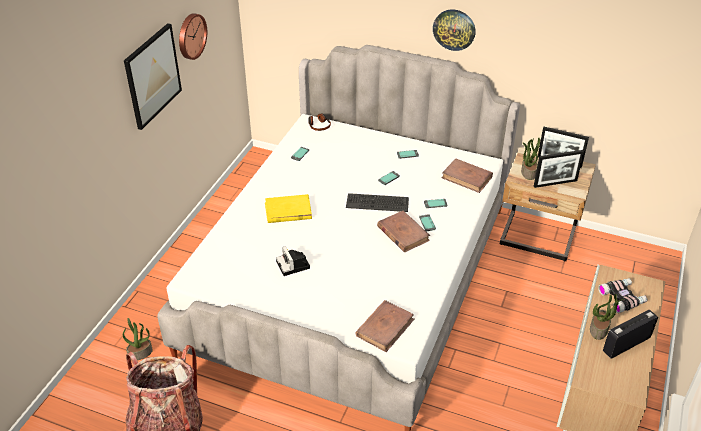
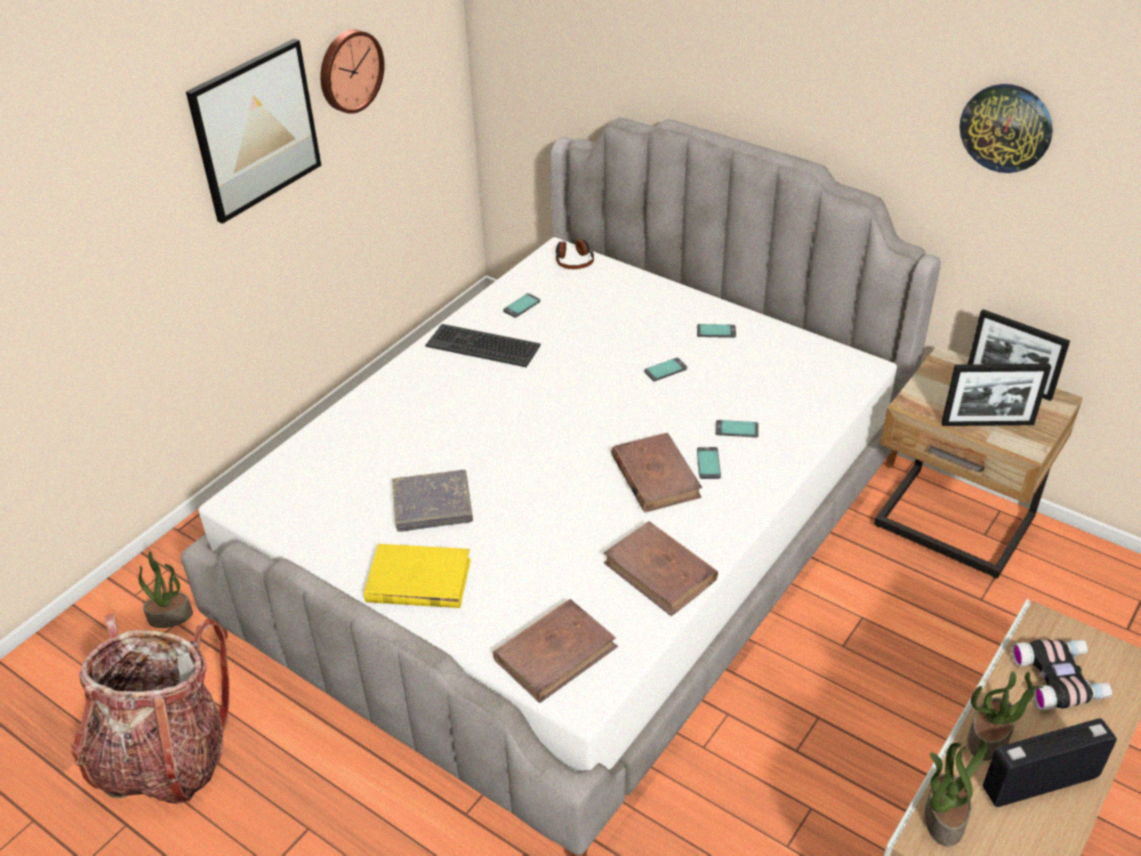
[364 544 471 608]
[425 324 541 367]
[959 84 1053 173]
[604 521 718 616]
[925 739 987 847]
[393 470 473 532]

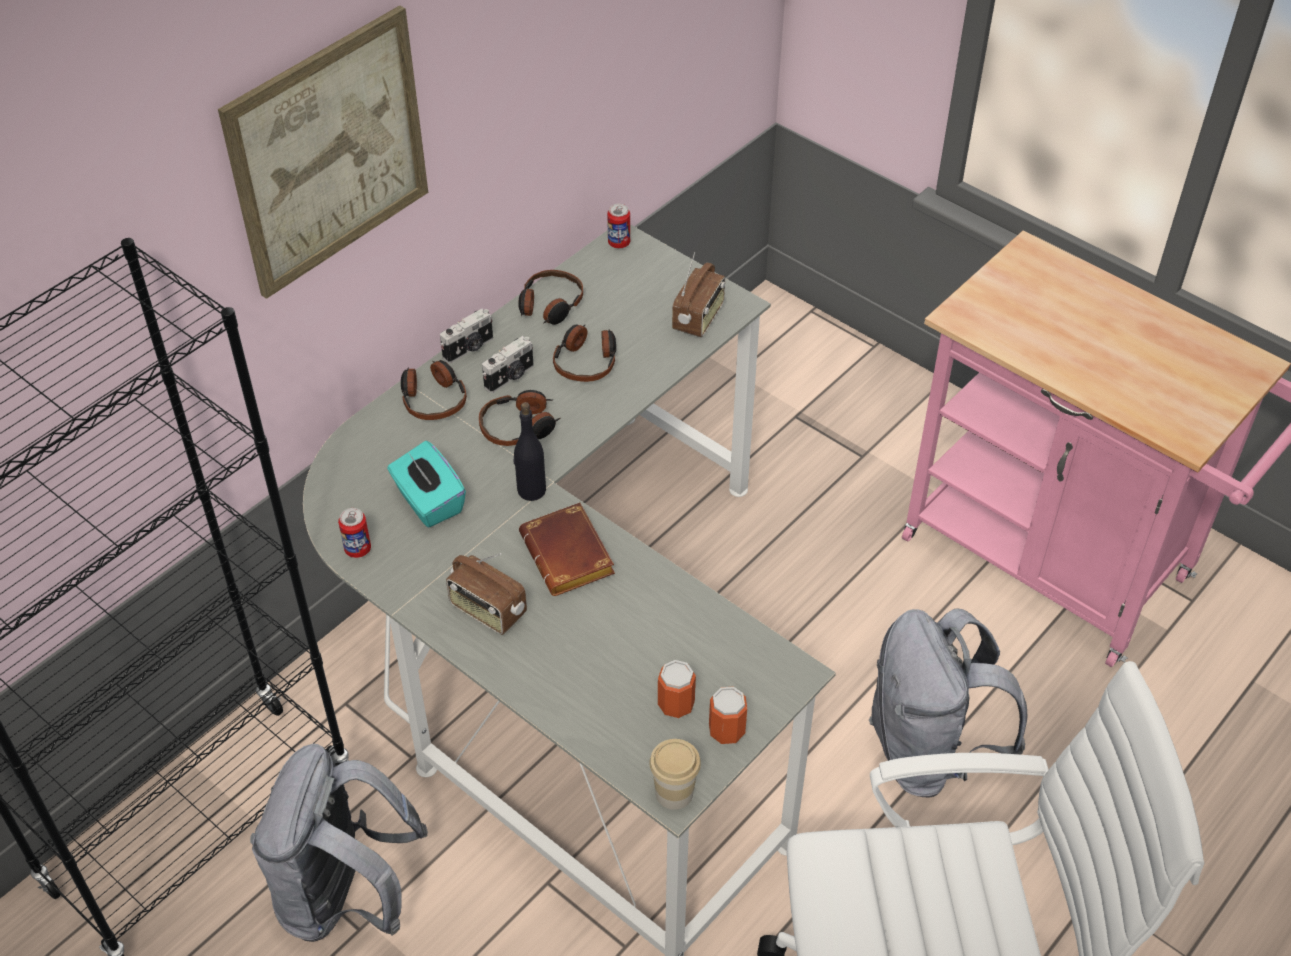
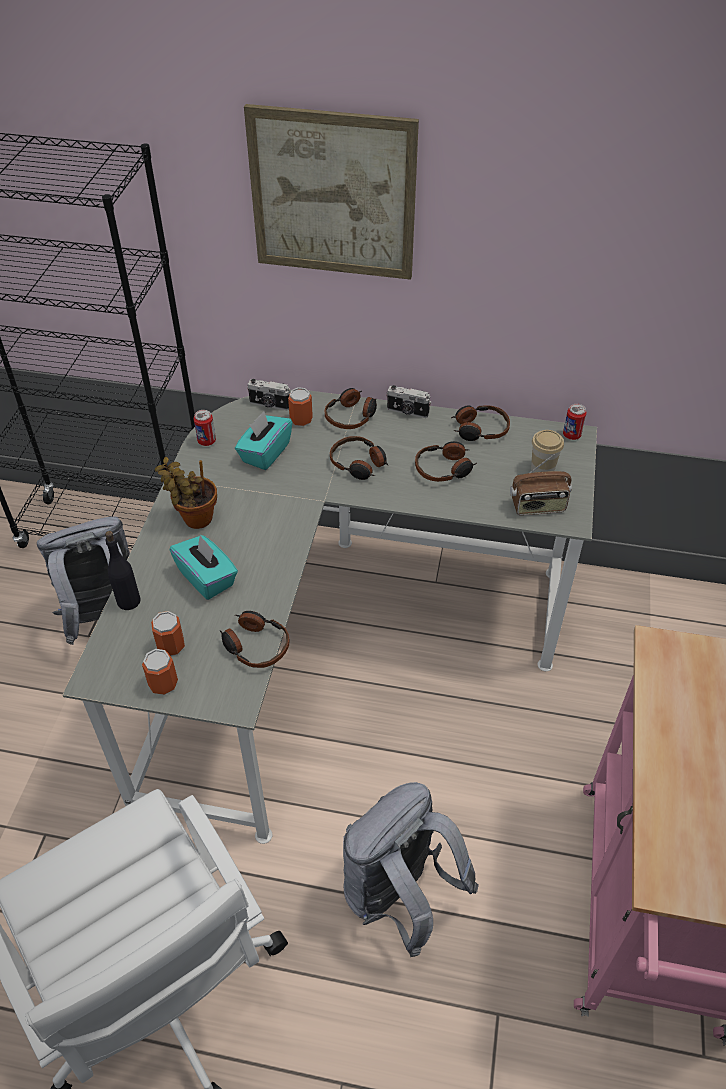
[519 502 615 596] (first image)
[170 535 238 600]
[220 611 290 668]
[288 387 313 427]
[247 379 290 410]
[105 531 141 610]
[531 430 564 473]
[155 457 217 529]

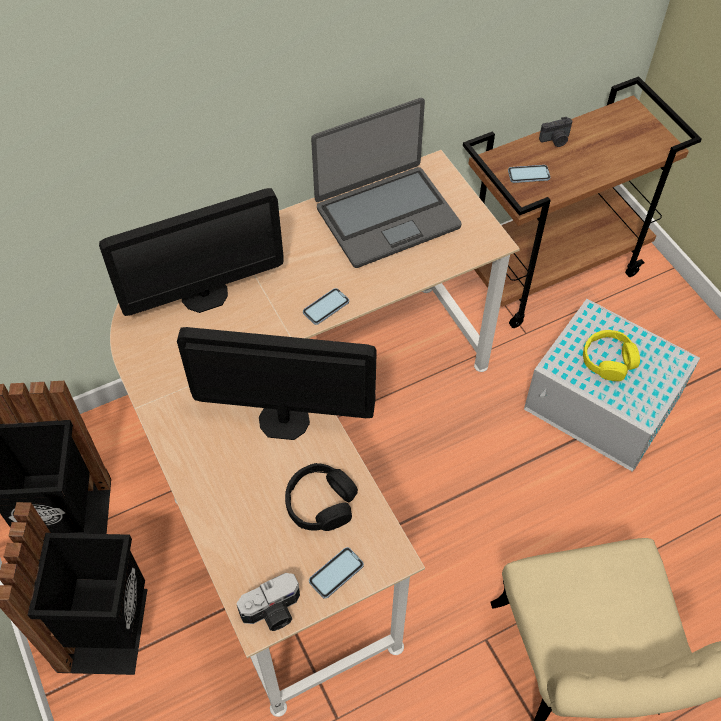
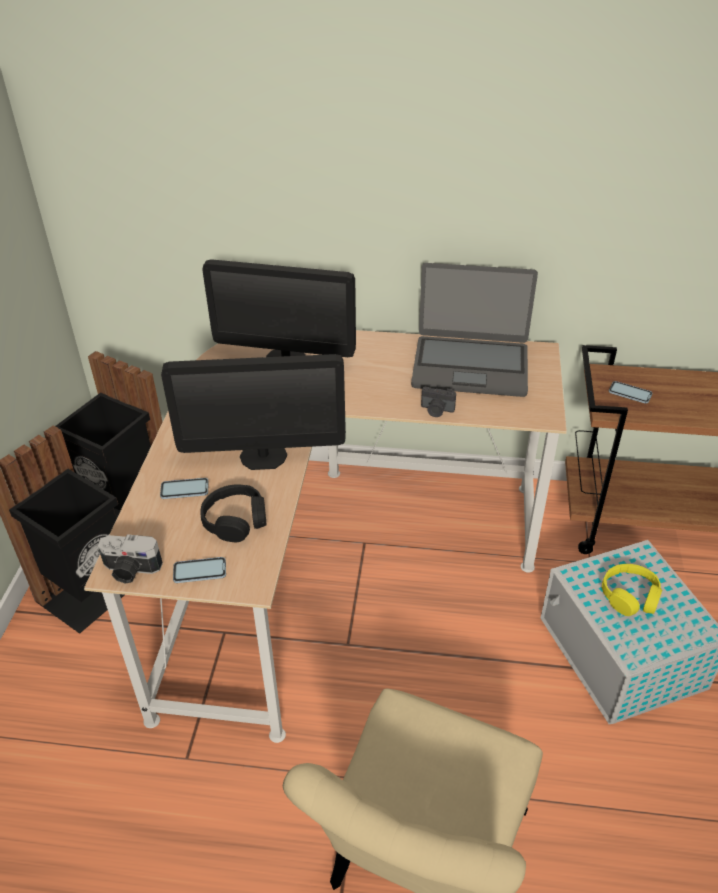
[160 478 208 499]
[421 387 456 417]
[161 354 346 470]

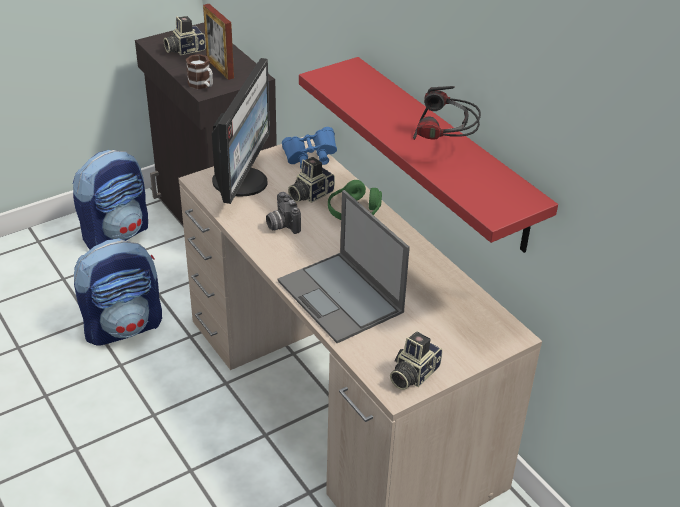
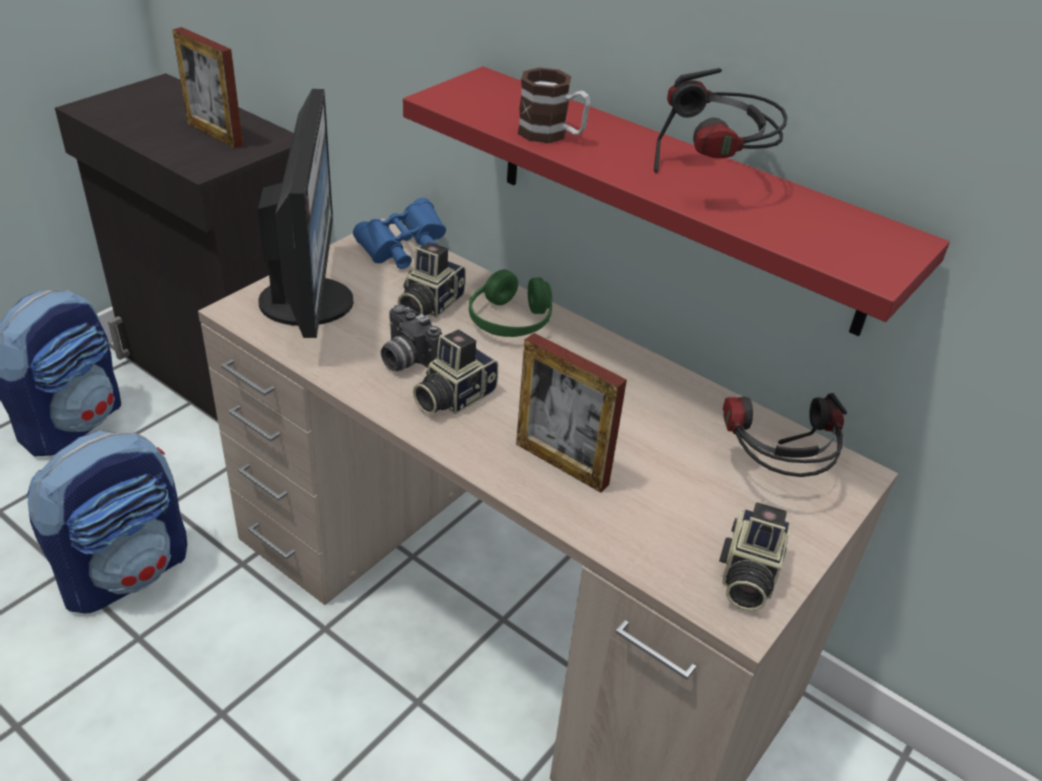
[723 393 847 477]
[413 330 498 415]
[518 67 590 143]
[516 333 627 493]

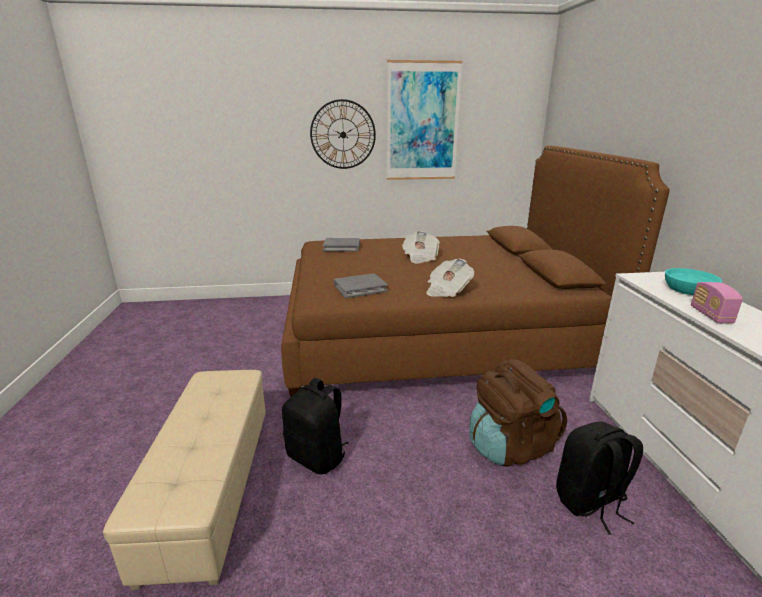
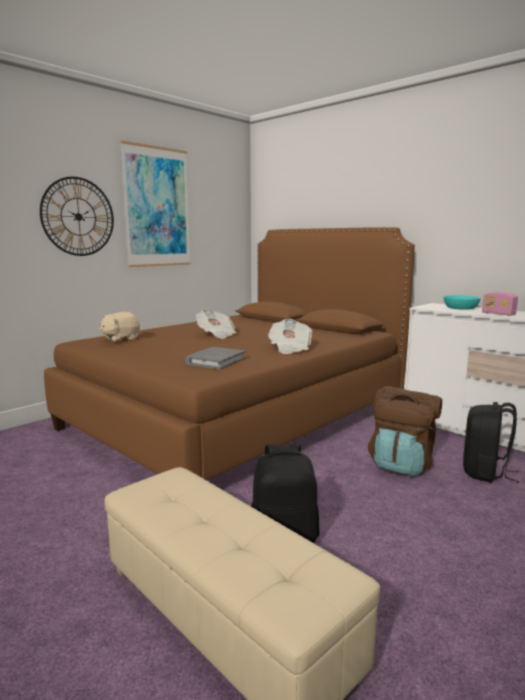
[99 312 140 342]

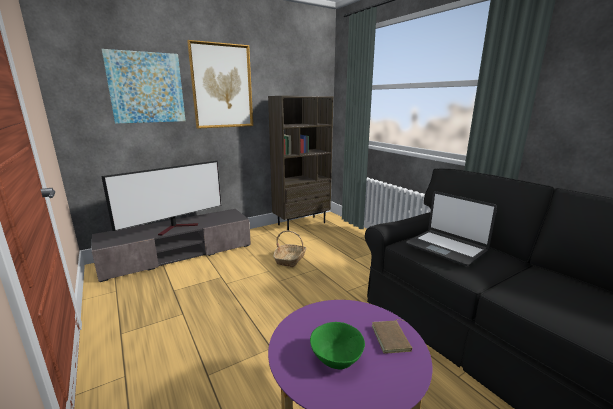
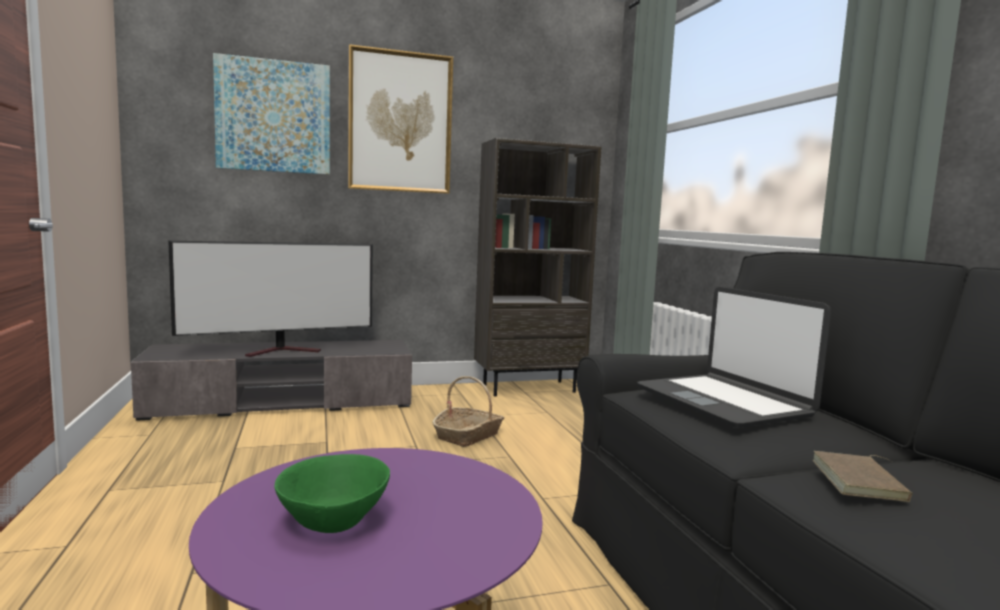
[813 451 913 502]

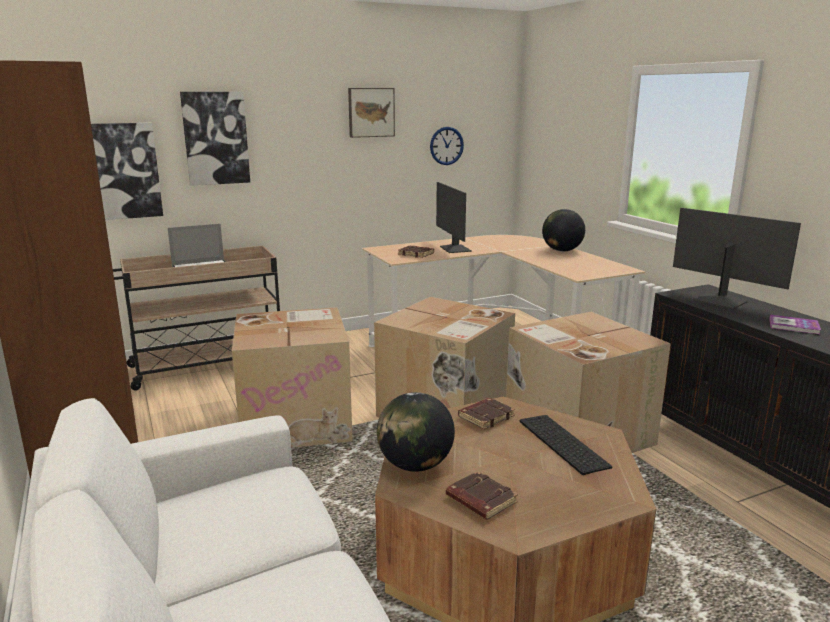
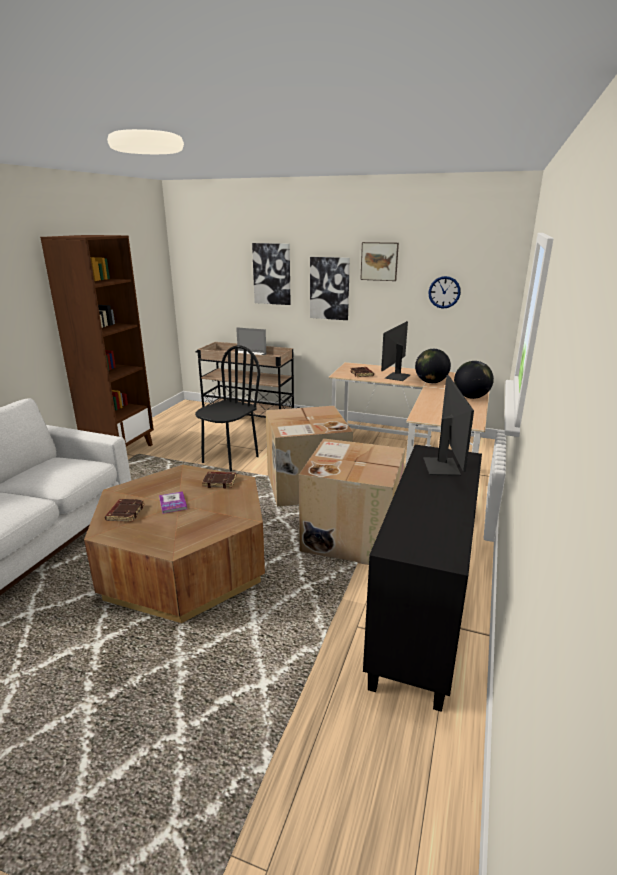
[520 415 612 475] (first image)
[310 257 350 320]
[415 349 451 383]
[159 491 187 514]
[195 345 260 471]

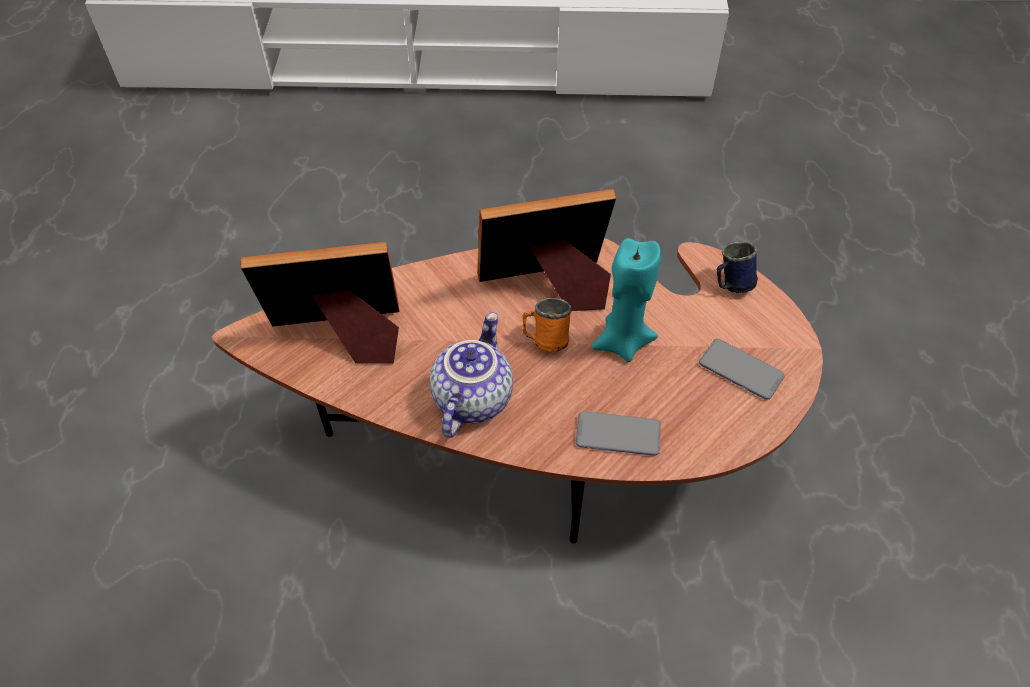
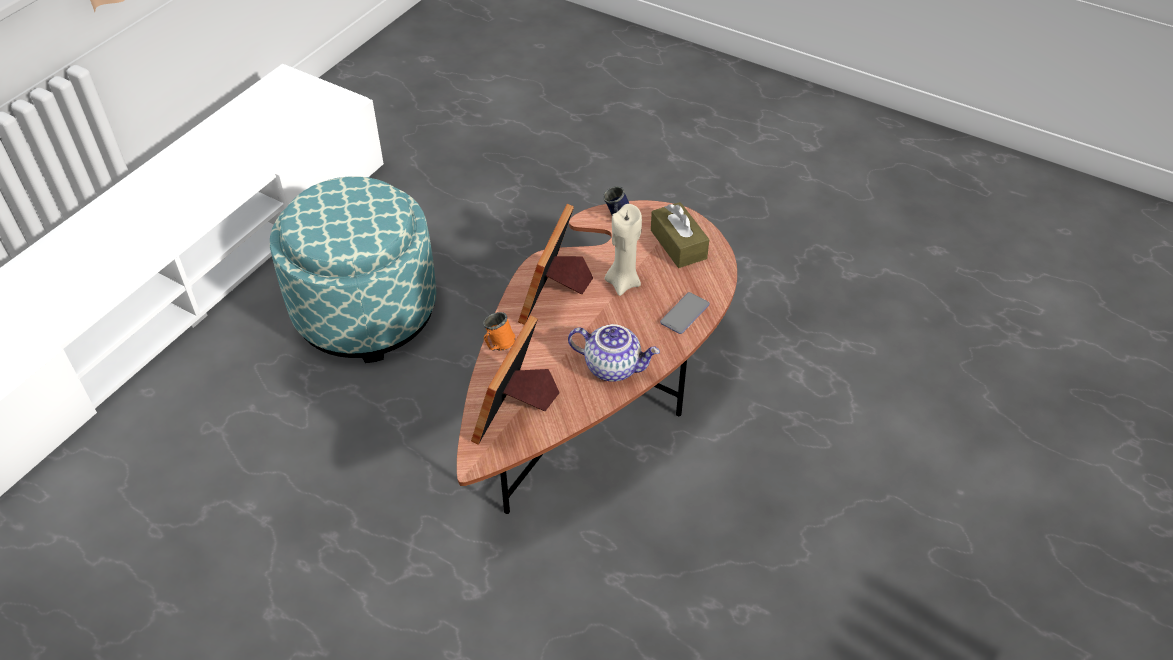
[270 176 436 363]
[483 312 516 351]
[651 202 709 268]
[604 204 642 296]
[568 324 660 382]

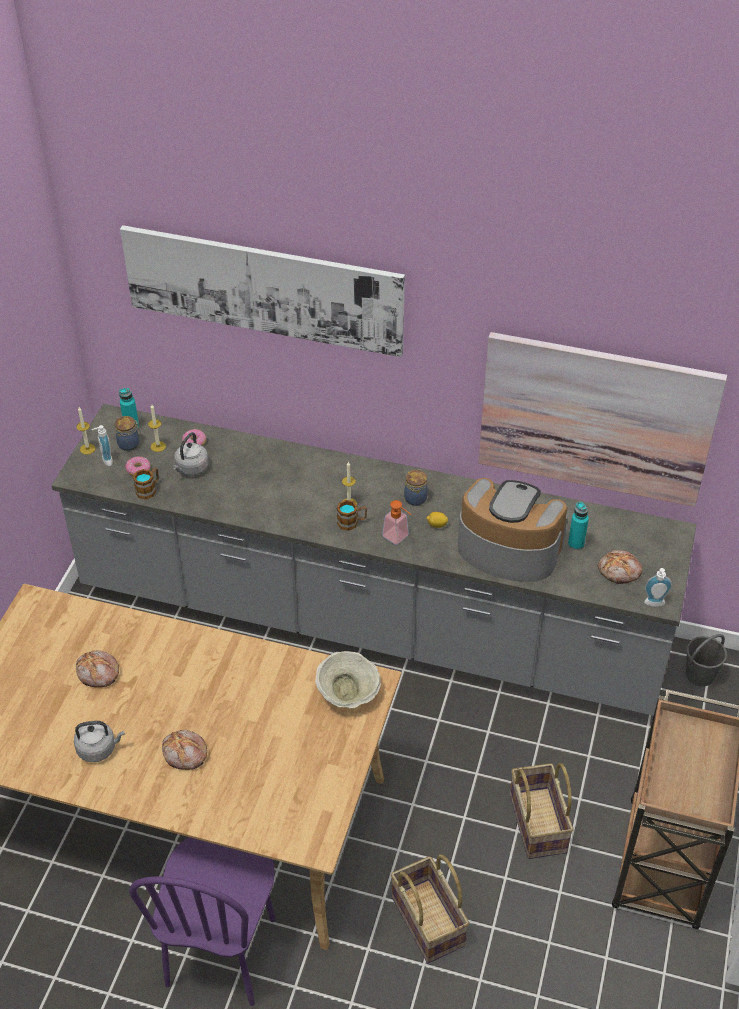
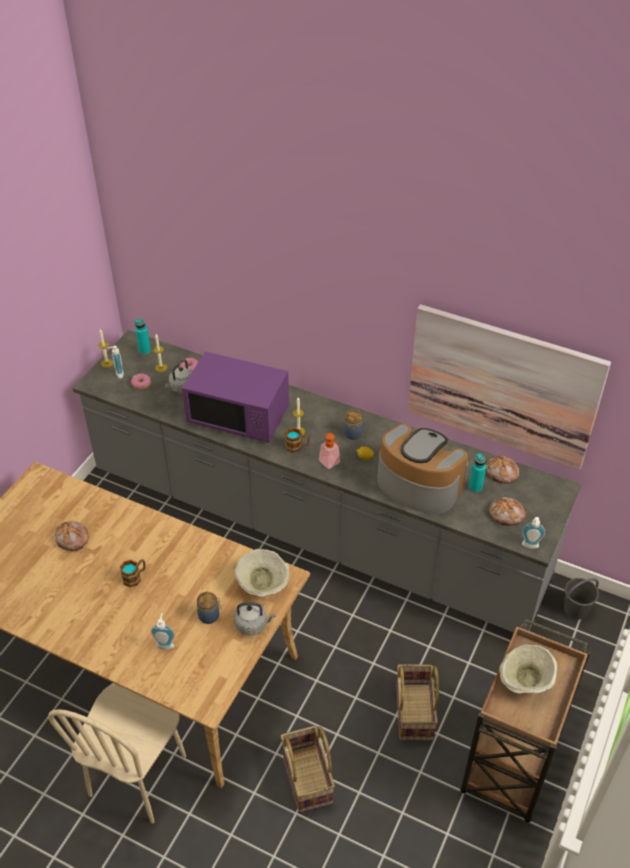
[120 225 405 357] (first image)
[151 613 175 650]
[182 351 289 443]
[499 645 557 693]
[234 602 276 636]
[197 592 222 624]
[120 559 146 587]
[486 456 519 484]
[48 683 186 823]

